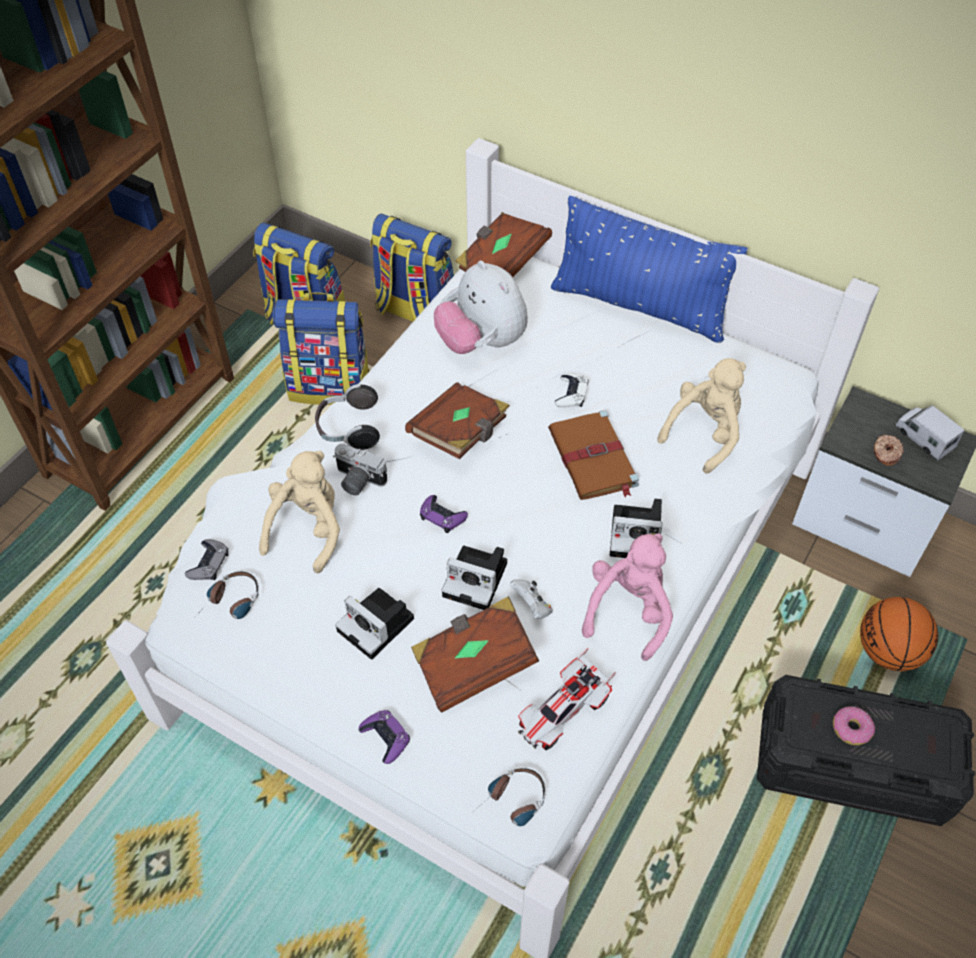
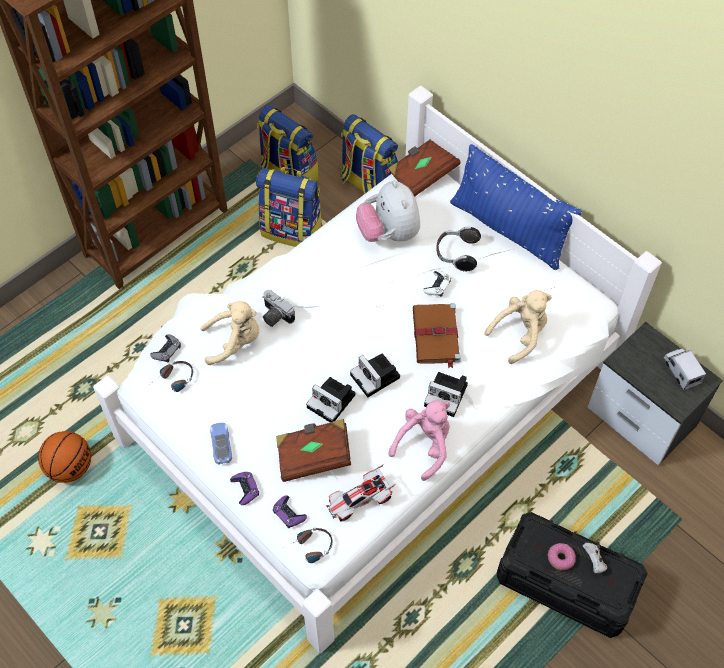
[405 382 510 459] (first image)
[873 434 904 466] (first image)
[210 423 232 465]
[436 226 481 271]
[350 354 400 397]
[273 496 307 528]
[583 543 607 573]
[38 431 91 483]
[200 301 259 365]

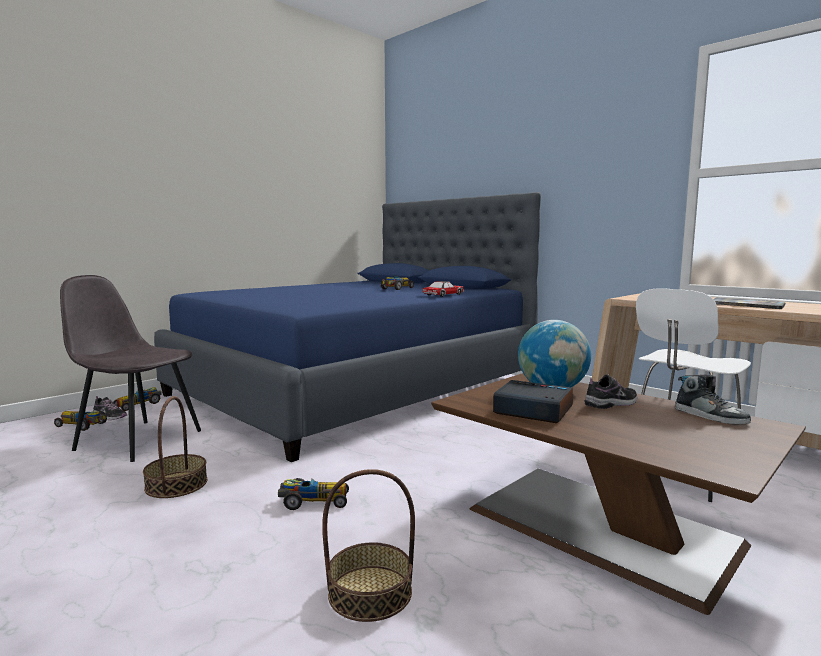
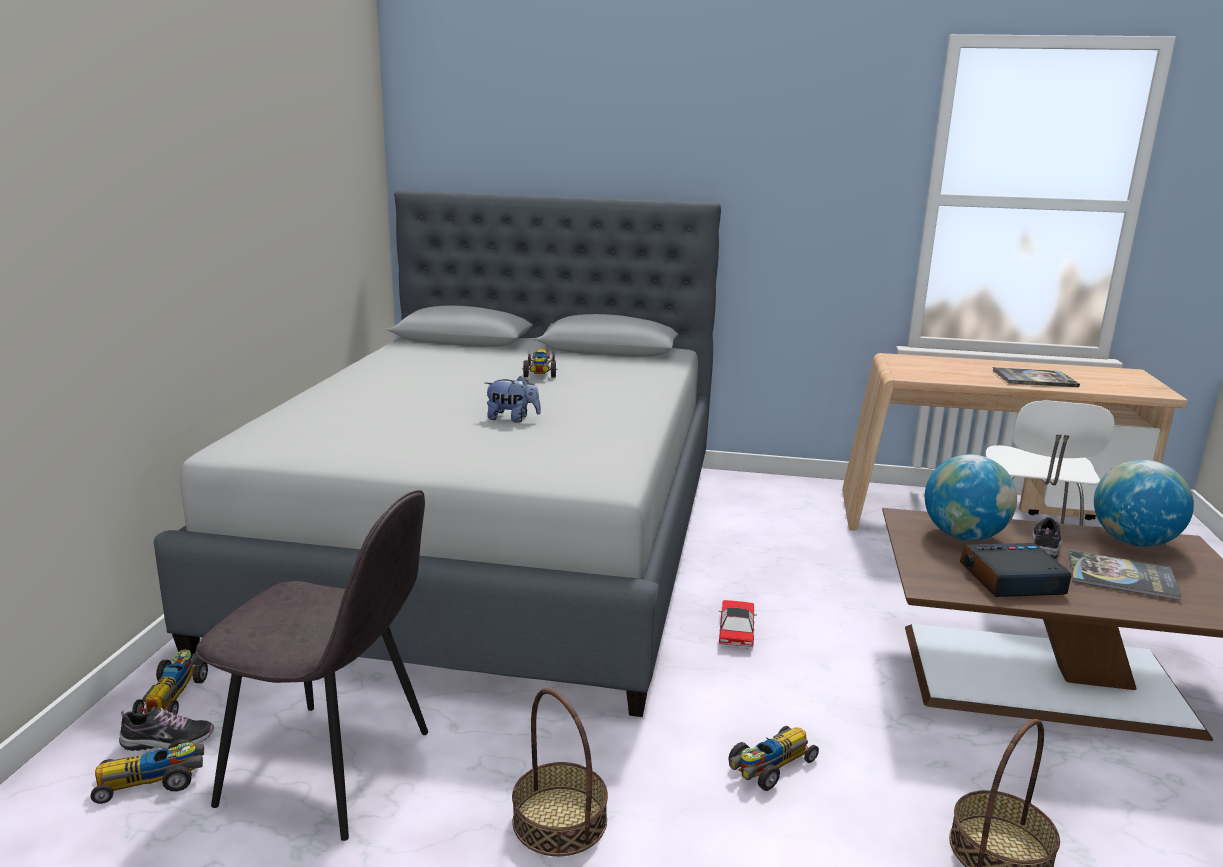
[485 376 541 423]
[1069 550 1182 601]
[719 600 757 649]
[1094 460 1194 547]
[154 190 721 717]
[196 490 428 841]

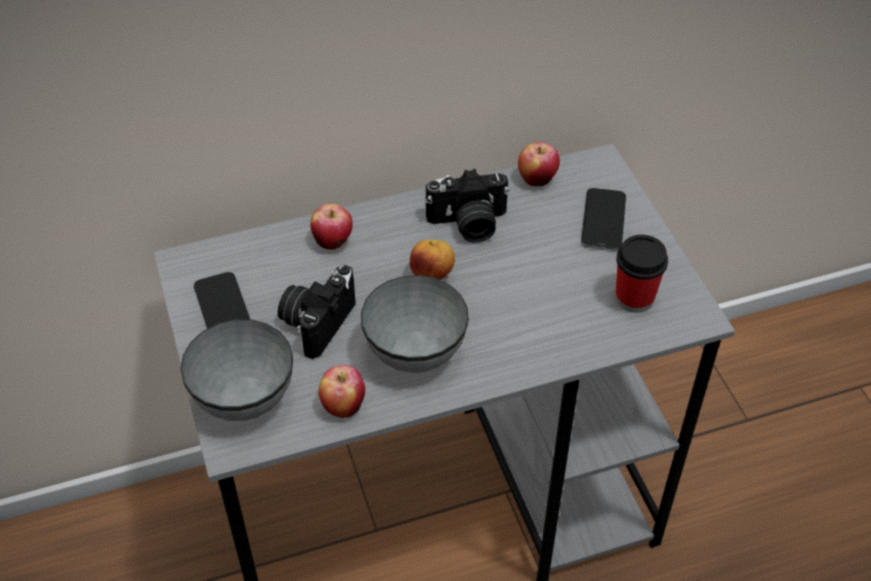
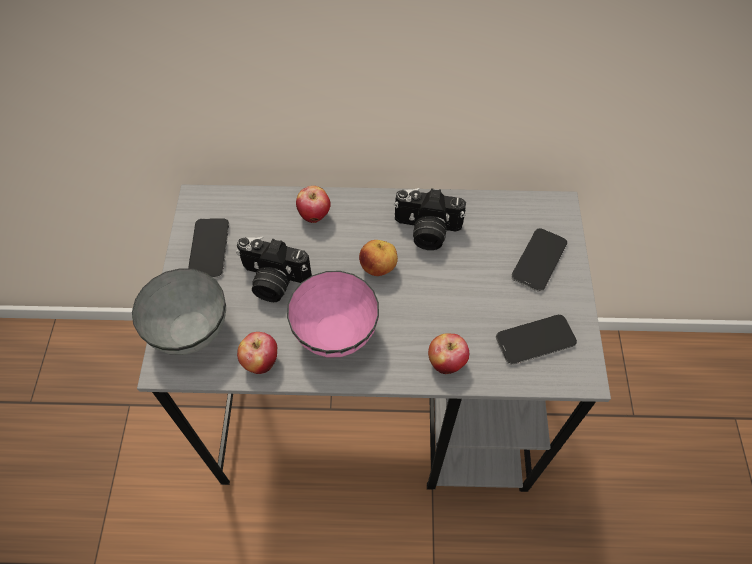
[428 333 469 374]
[496 315 577 365]
[287 271 379 358]
[236 236 312 302]

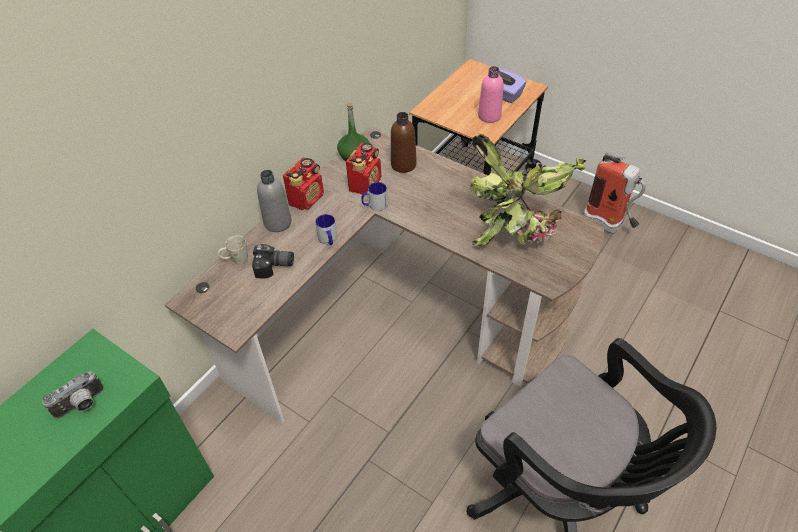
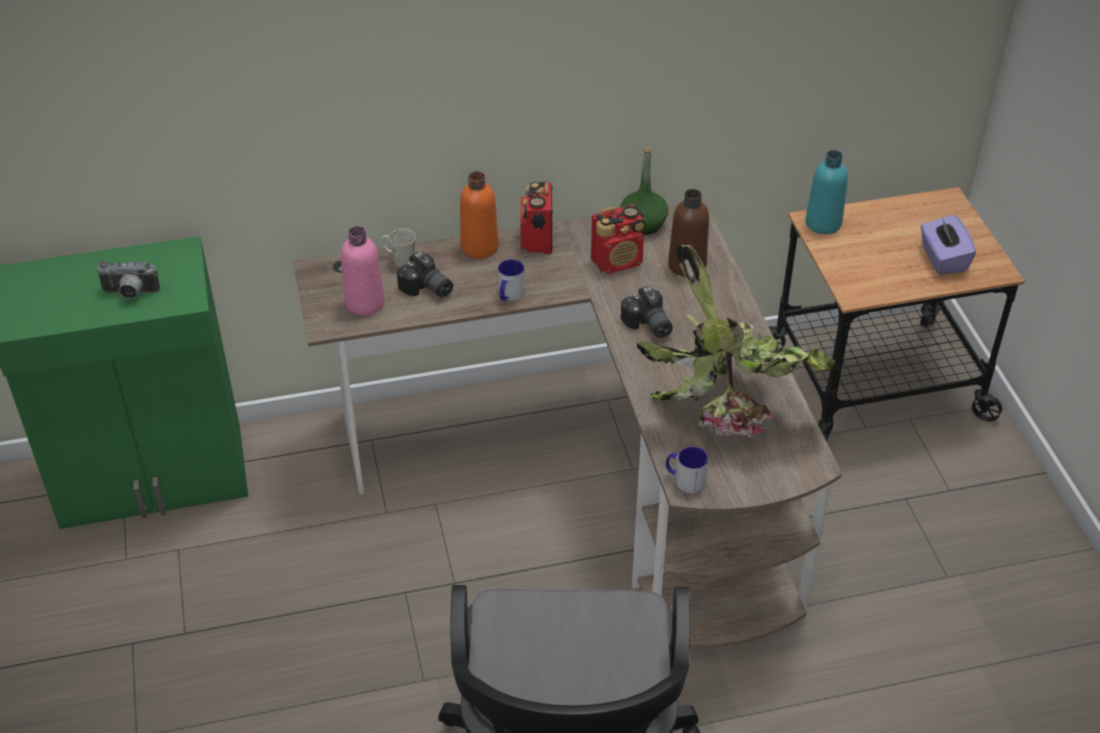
[583 152 646 234] (first image)
[621 286 673 338]
[805 150 848 234]
[666 447 708 493]
[341 226 385 315]
[460 171 499 259]
[520 182 553 254]

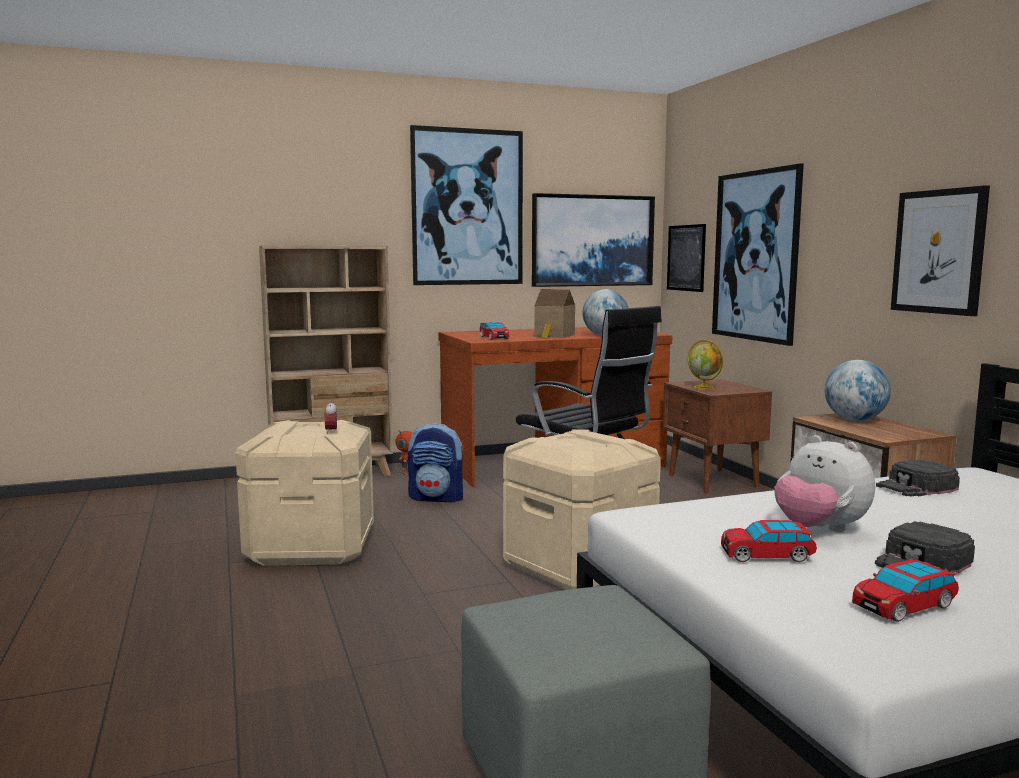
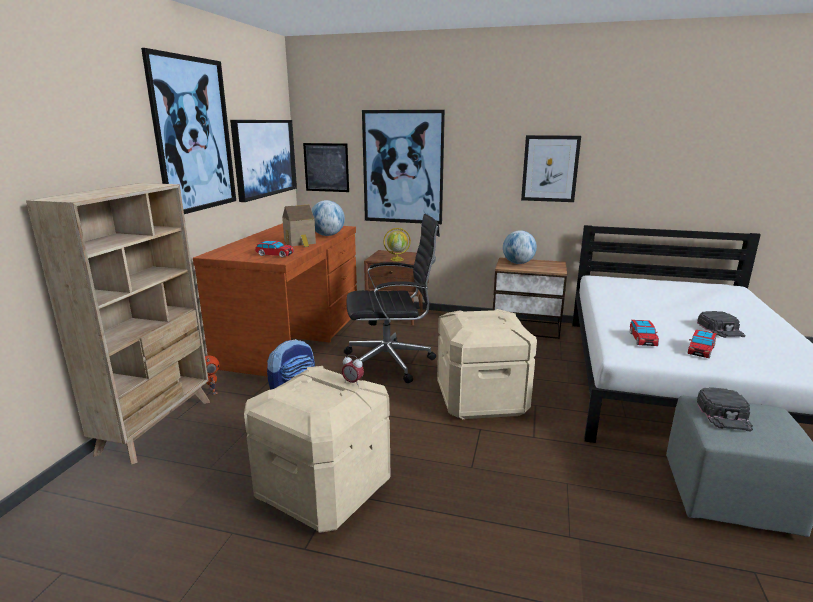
[774 435 875 532] (first image)
[630 320 659 346]
[697 387 753 432]

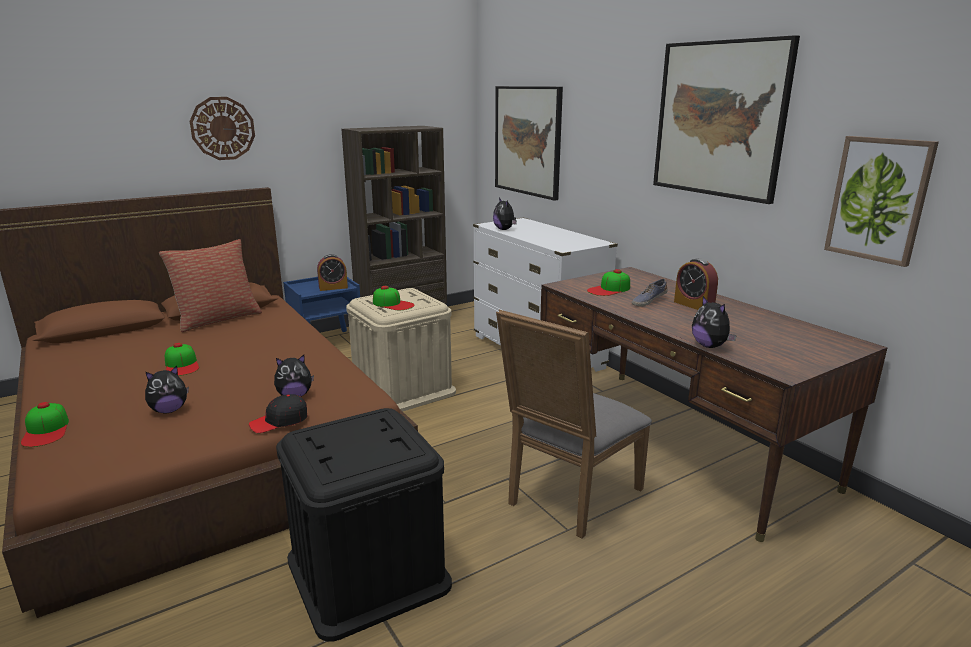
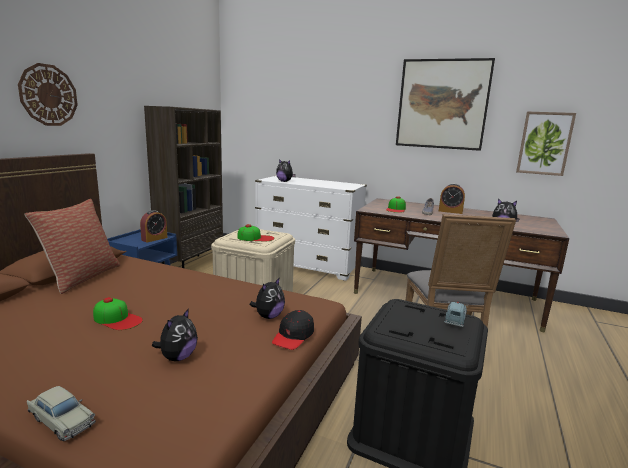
[495 86 563 201] (first image)
[444 301 468 327]
[27 386 96 441]

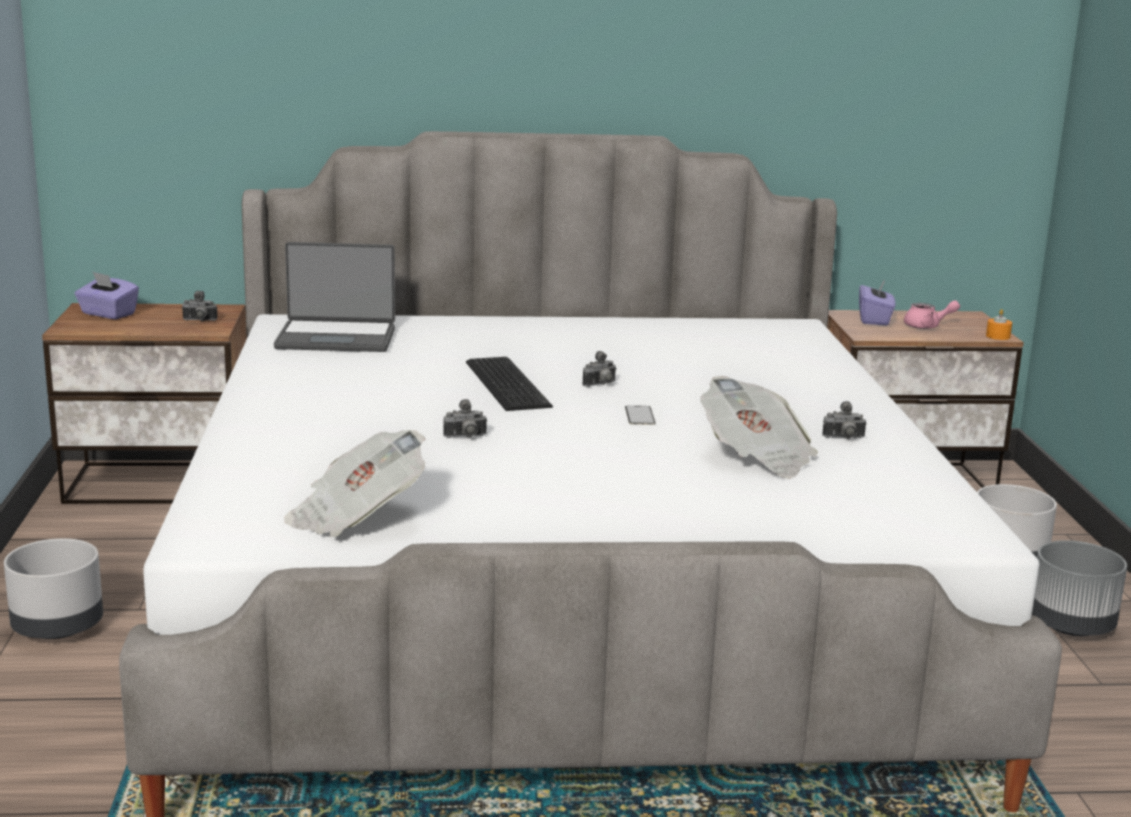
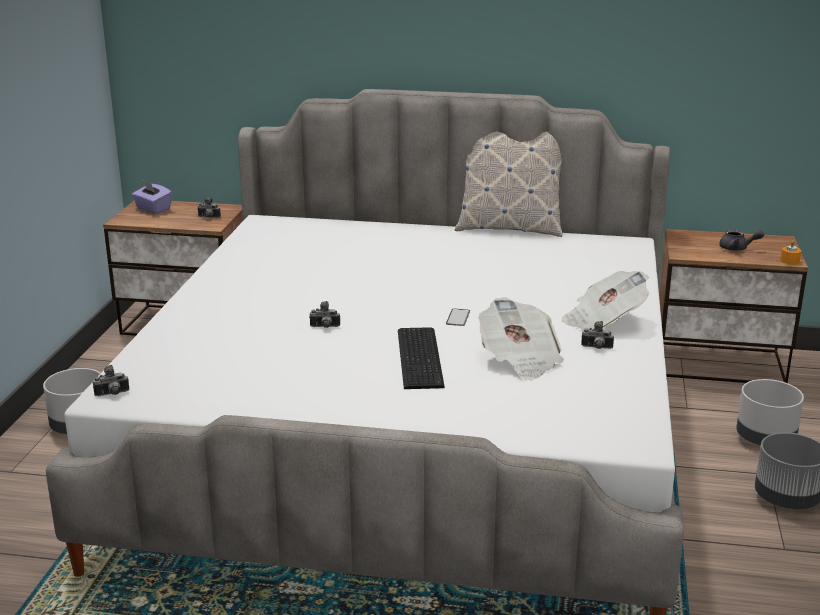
[274 242 395 352] (first image)
[859 278 896 325] (first image)
[455 131 562 237]
[562 271 649 330]
[398 327 445 389]
[93 365 129 396]
[720 230 764 251]

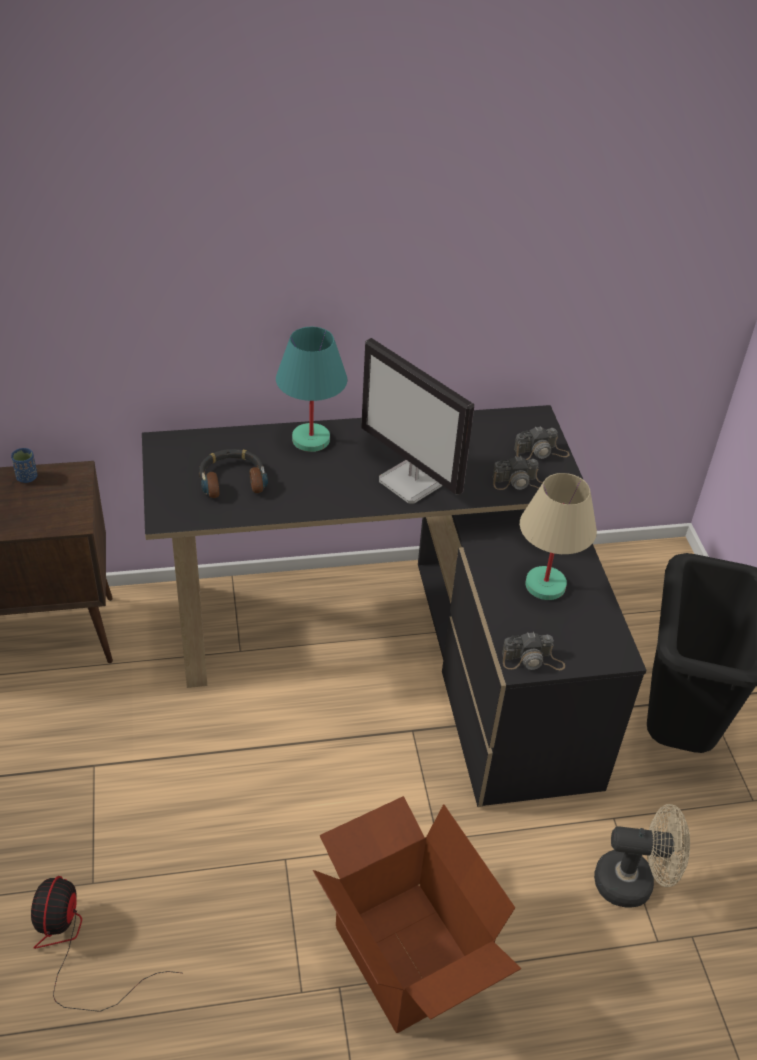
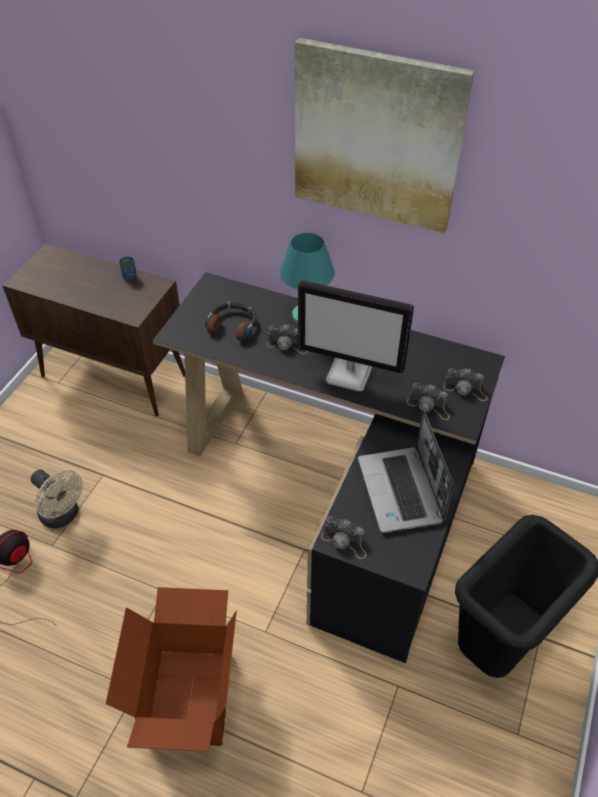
[266 325 308 354]
[295 38 475 233]
[31 470 83 529]
[358 410 454 533]
[298 280 414 392]

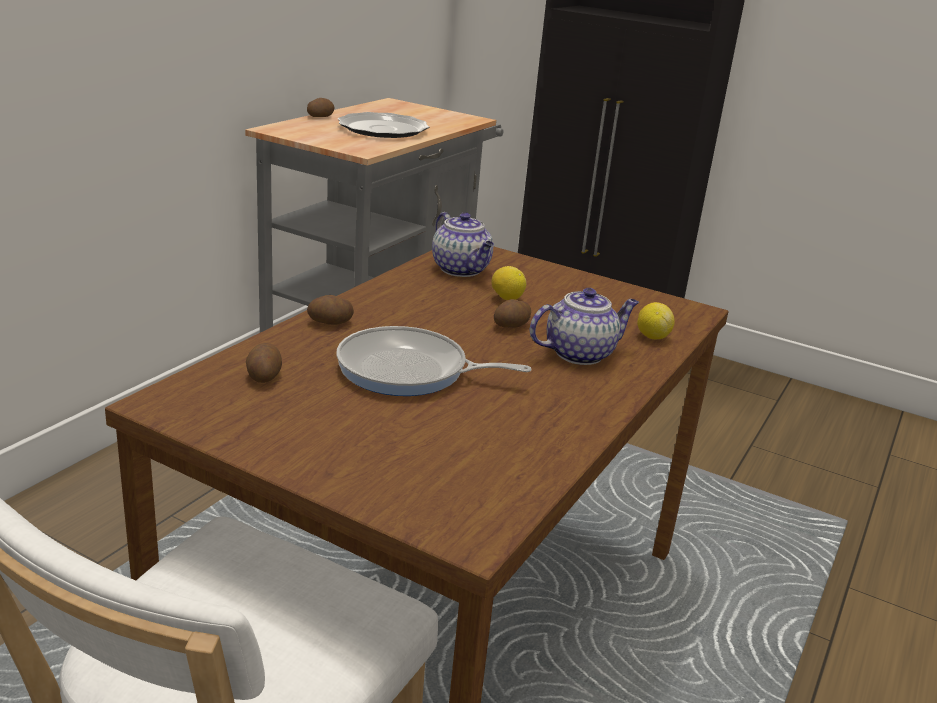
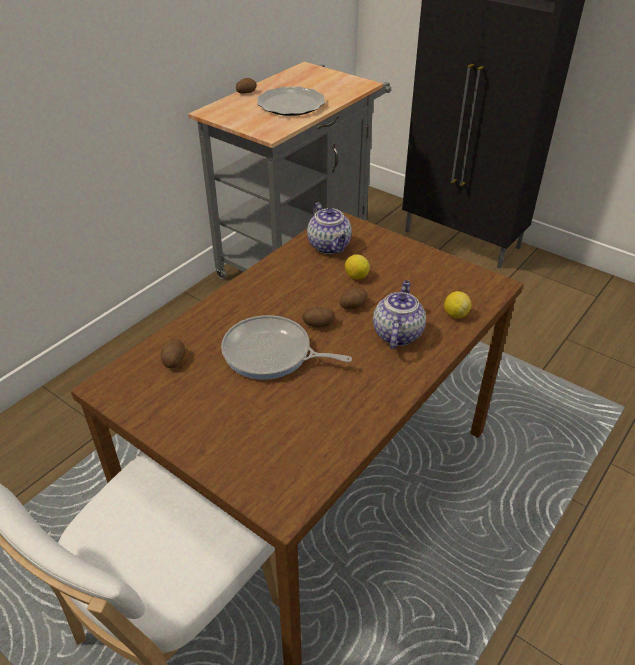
[302 306 335 328]
[373 280 426 349]

